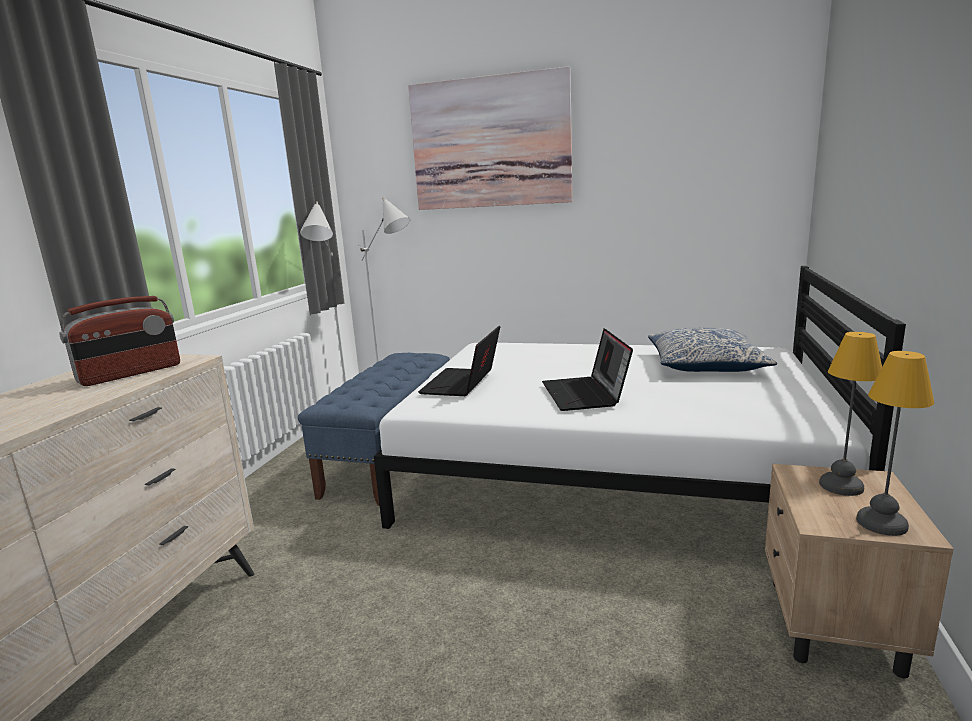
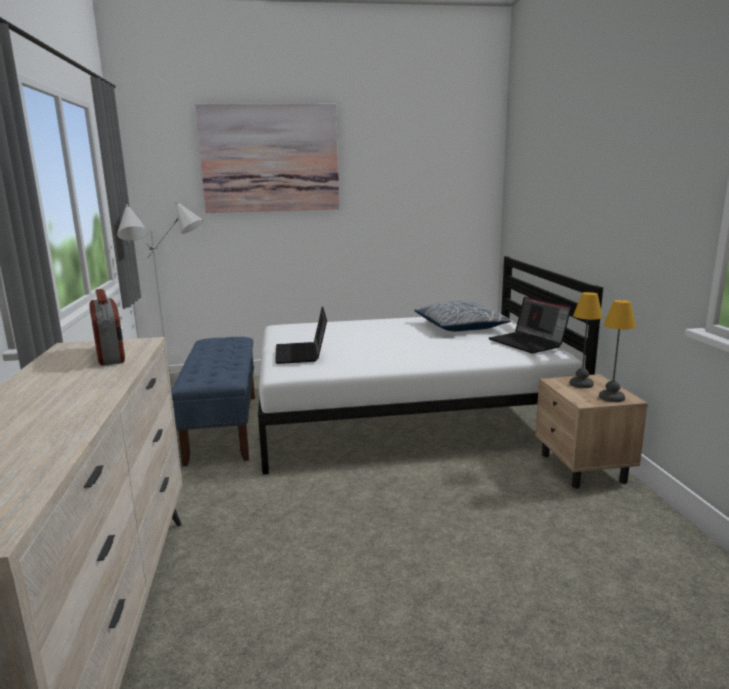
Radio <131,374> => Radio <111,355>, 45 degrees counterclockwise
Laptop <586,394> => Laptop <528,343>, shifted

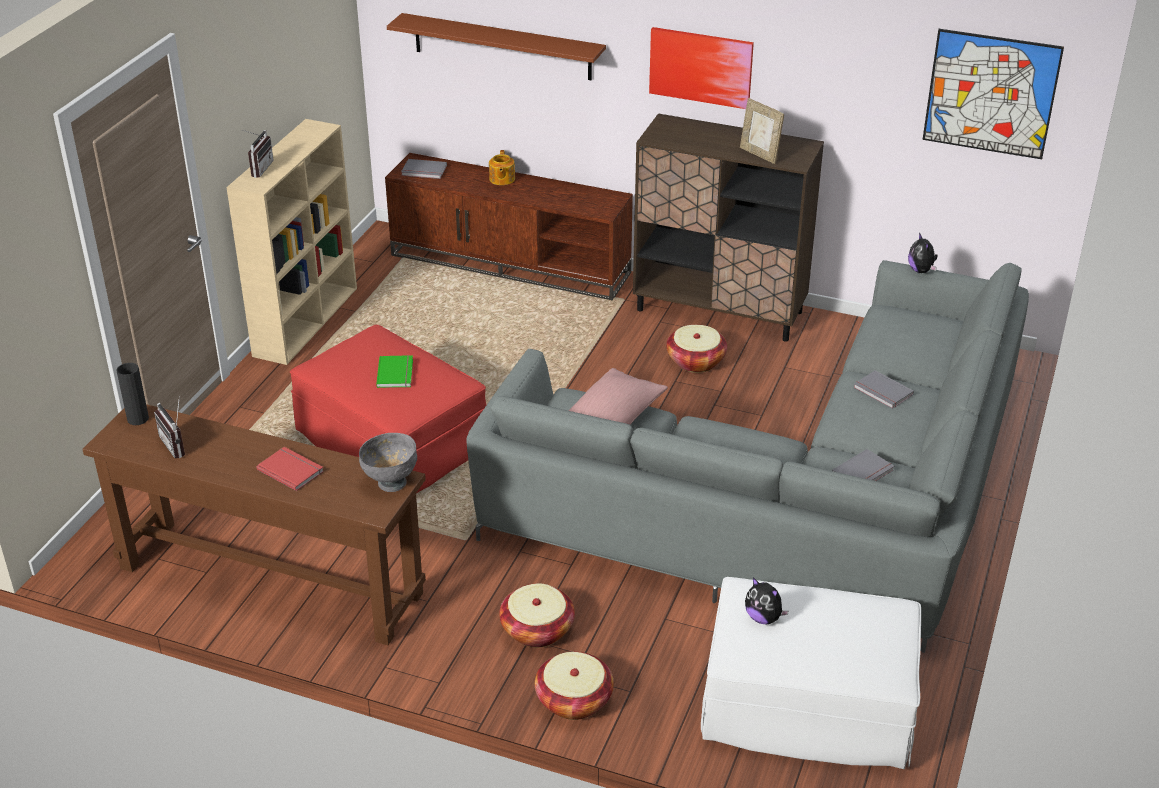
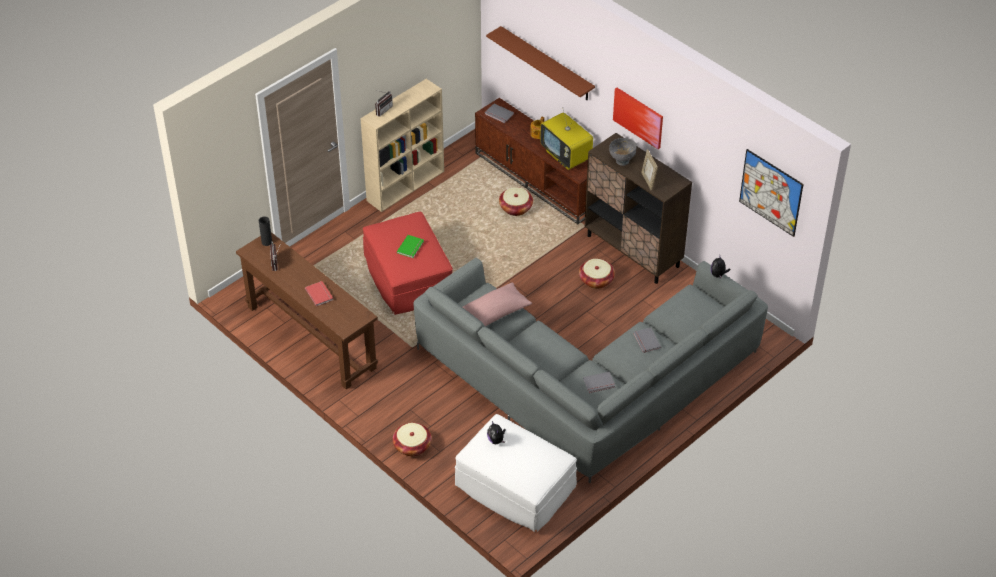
Schüssel/grau <391,483> => Schüssel/grau <622,161>, shifted
Korb <537,630> => Korb <515,208>, shifted
nothing => Fernseher <566,156>

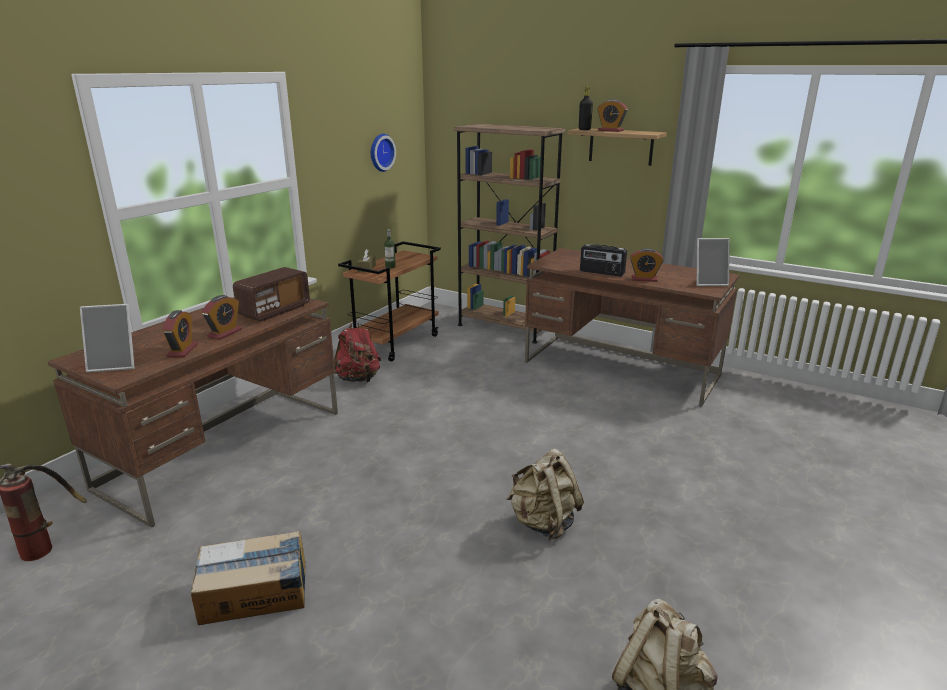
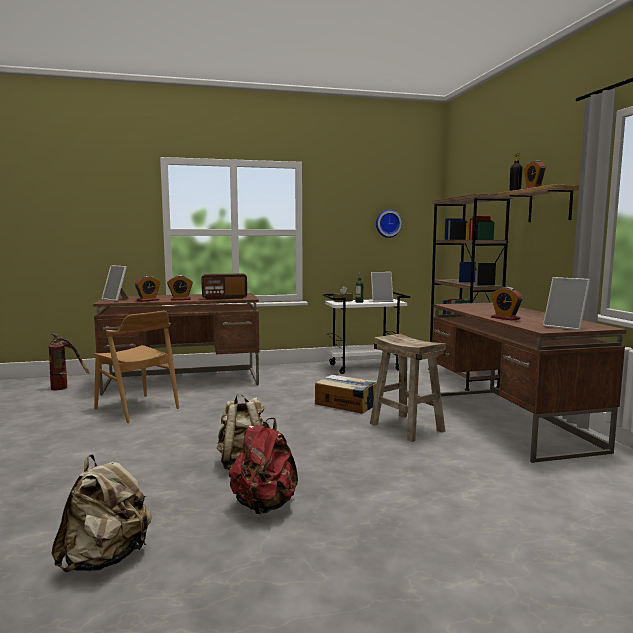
Karton <255,592> => Karton <347,404>, shifted
Rucksack/rot <358,379> => Rucksack/rot <264,505>, shifted
Rollwagen/braun <396,342> => Rollwagen/weiß <365,367>
Radio <601,273> => nothing
nothing => Stuhl/braun <137,408>
nothing => Hocker/beige <406,427>
nothing => Bilderrahmen <381,301>

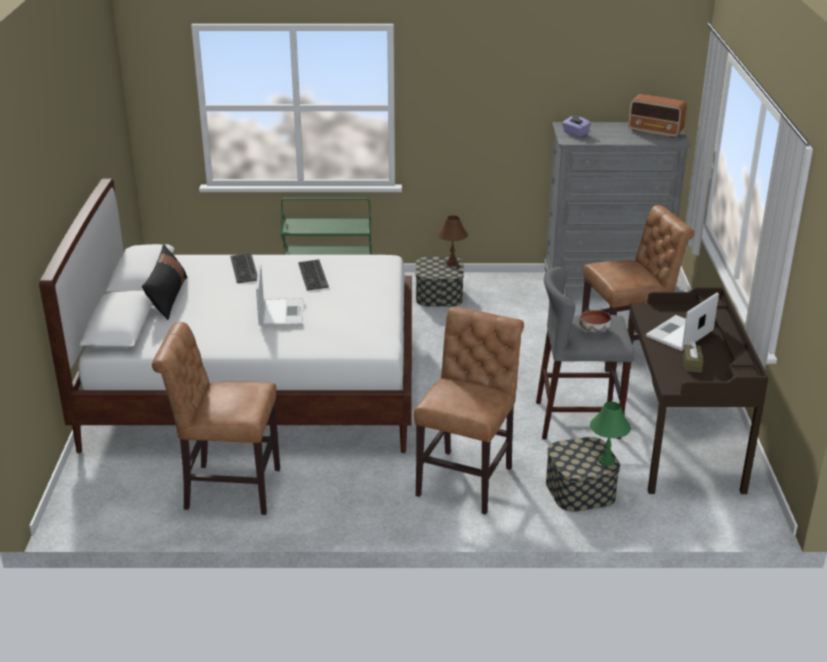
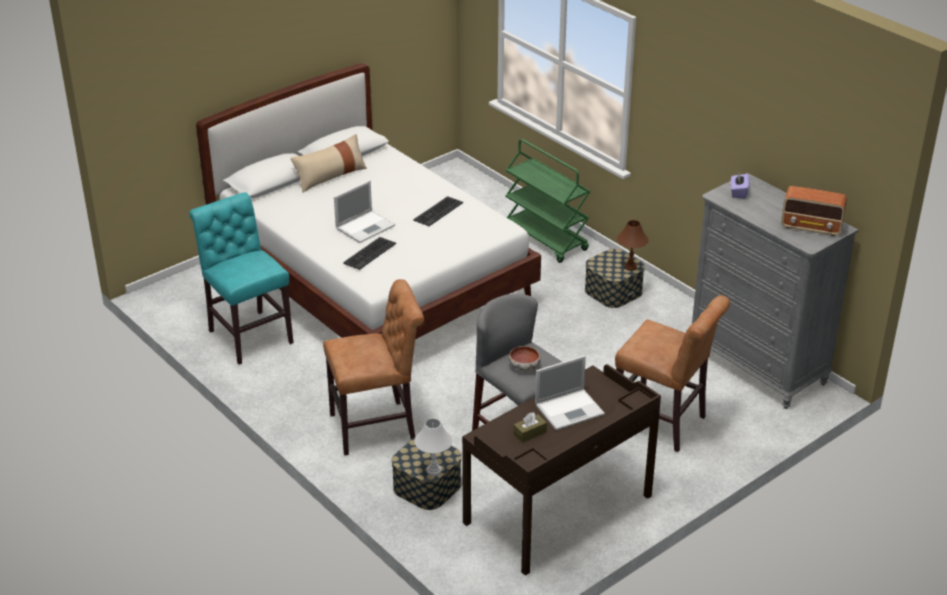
Kissen/schwarz <167,297> => Kissen/beige <330,177>
Stuhl/braun <227,489> => Stuhl/türkis <248,335>
Tastatur <243,268> => Tastatur <369,253>, shifted
Tischlampe/grün <606,461> => Tischlampe/weiß <433,471>
Radio <656,131> => Radio <811,227>, 60 degrees counterclockwise
Laptop <679,334> => Laptop <570,409>, 150 degrees clockwise

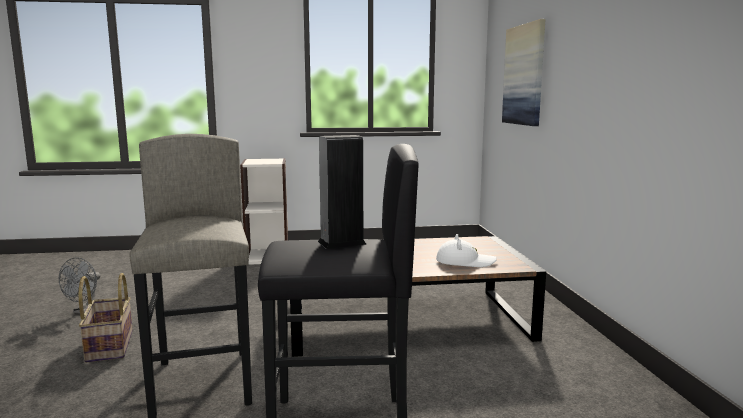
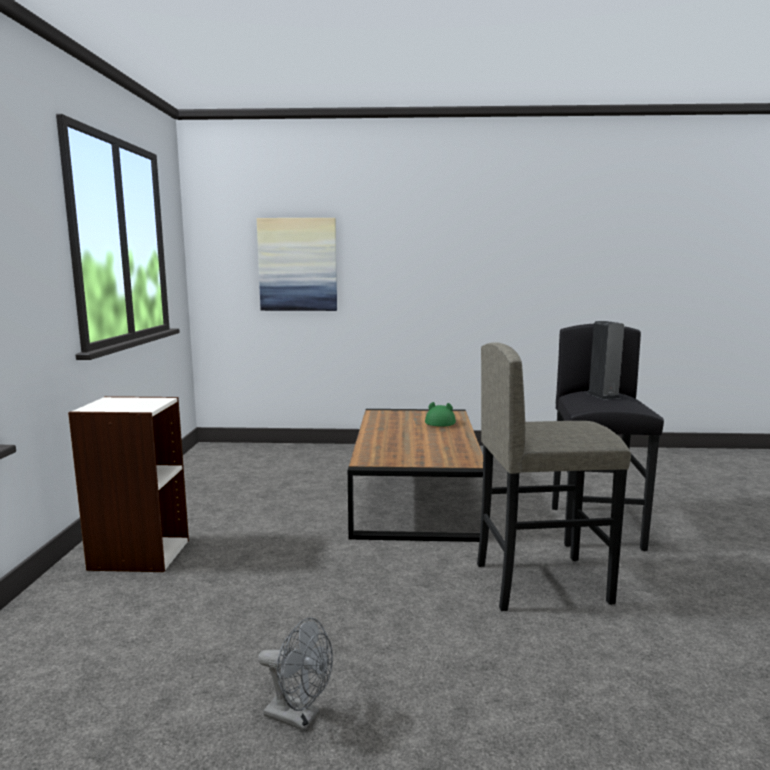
Korb <108,346> => nothing
Hut/weiß <465,262> => Hut/grün <440,422>

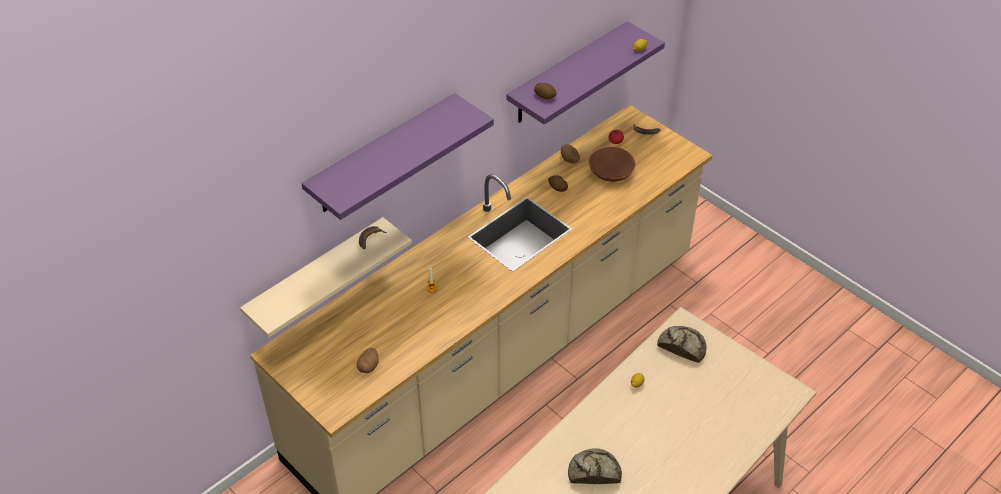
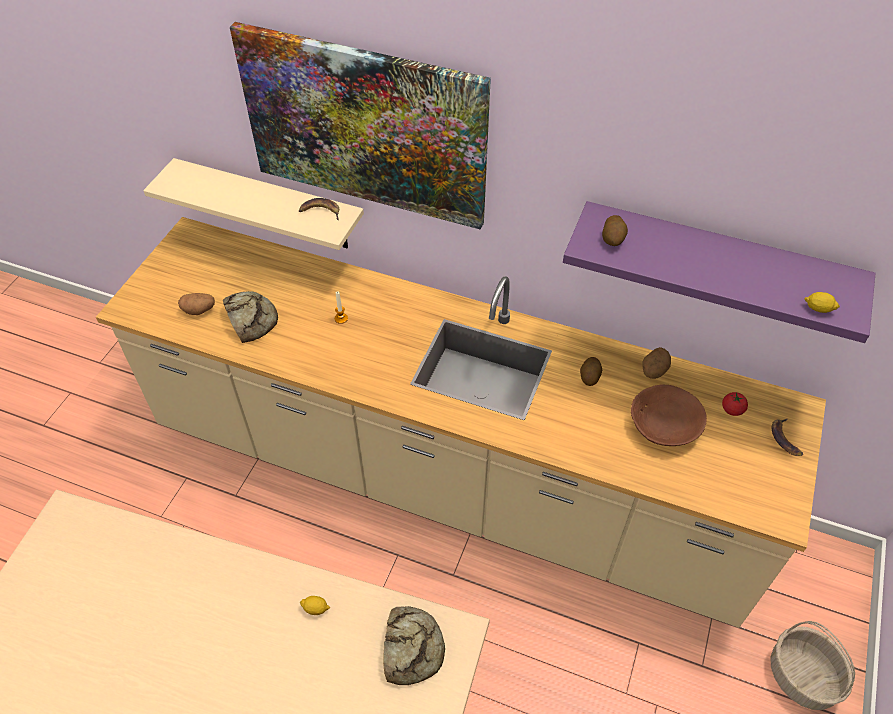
Wandregal/lila <383,155> => Bild <365,127>
Brot <593,471> => Brot <250,319>, shifted
nothing => Korb <802,677>

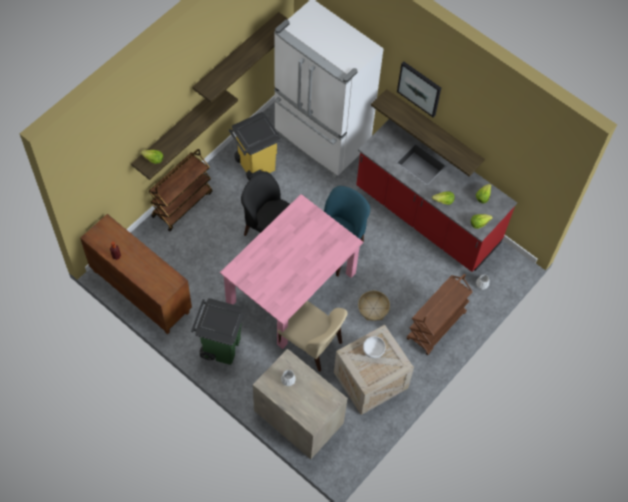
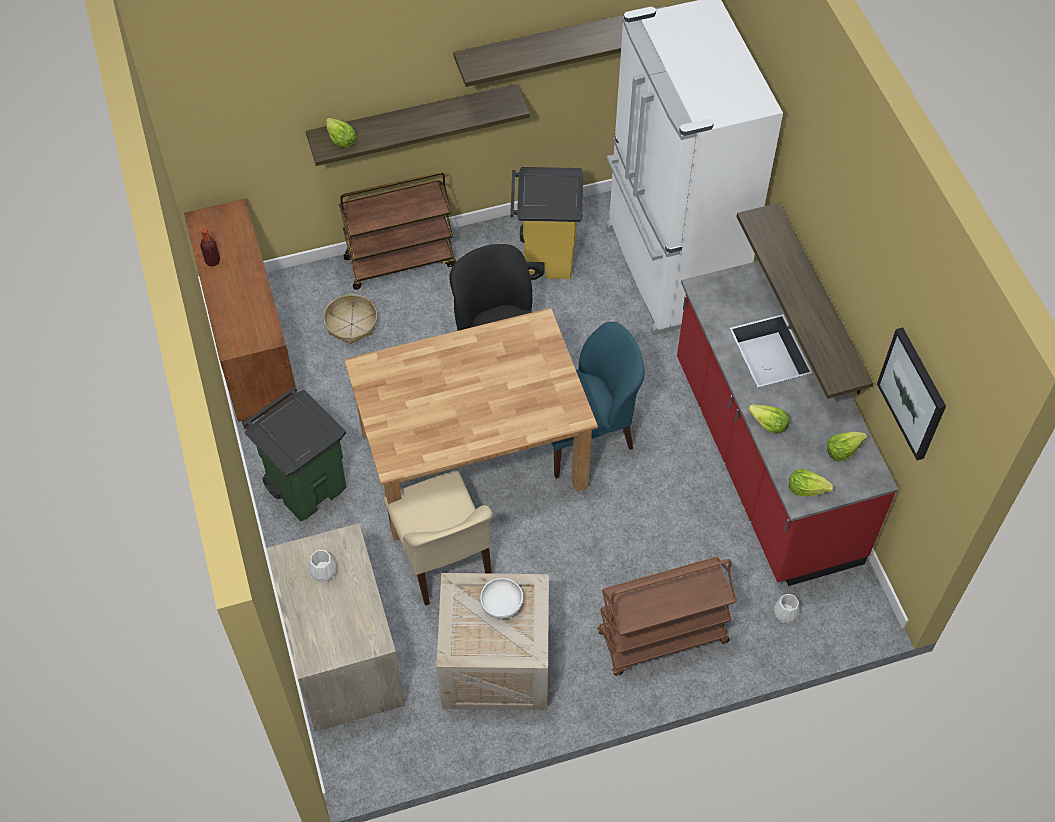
Esstisch/rosa <291,288> => Esstisch/braun <472,459>
Korb <373,308> => Korb <351,324>, shifted
Bild <419,88> => Bild <913,393>, shifted

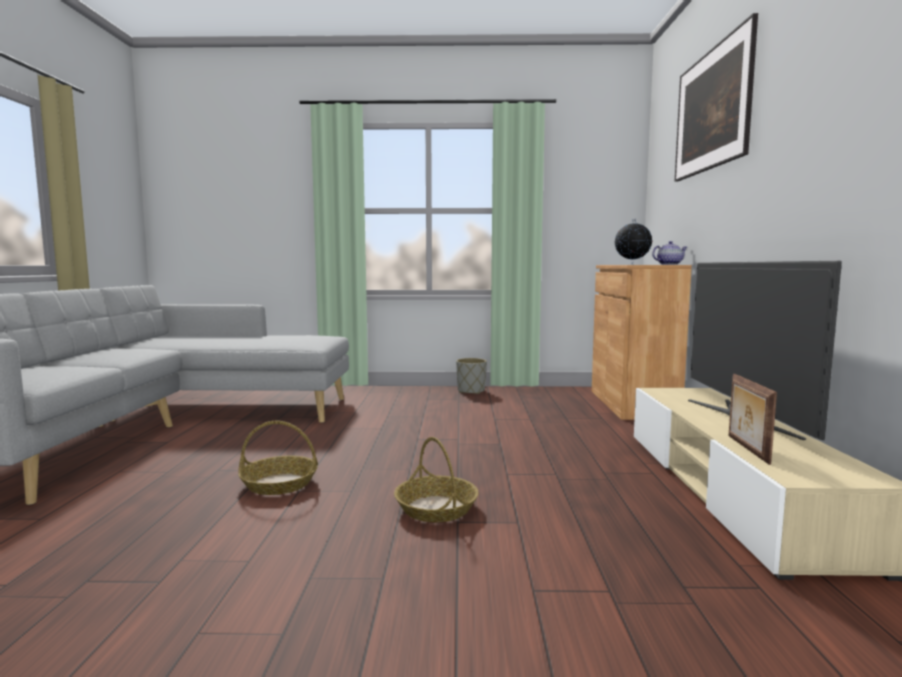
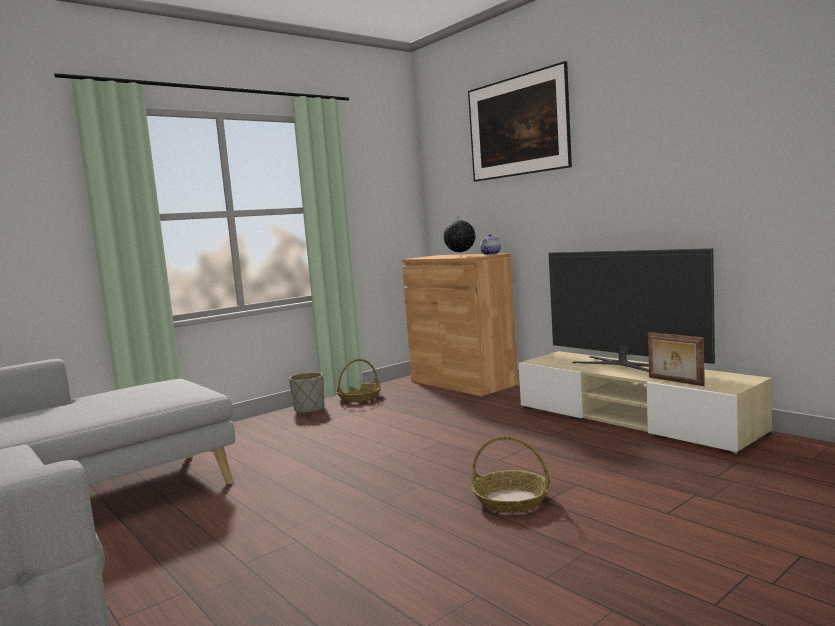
Korb <280,483> => Korb <359,397>, shifted

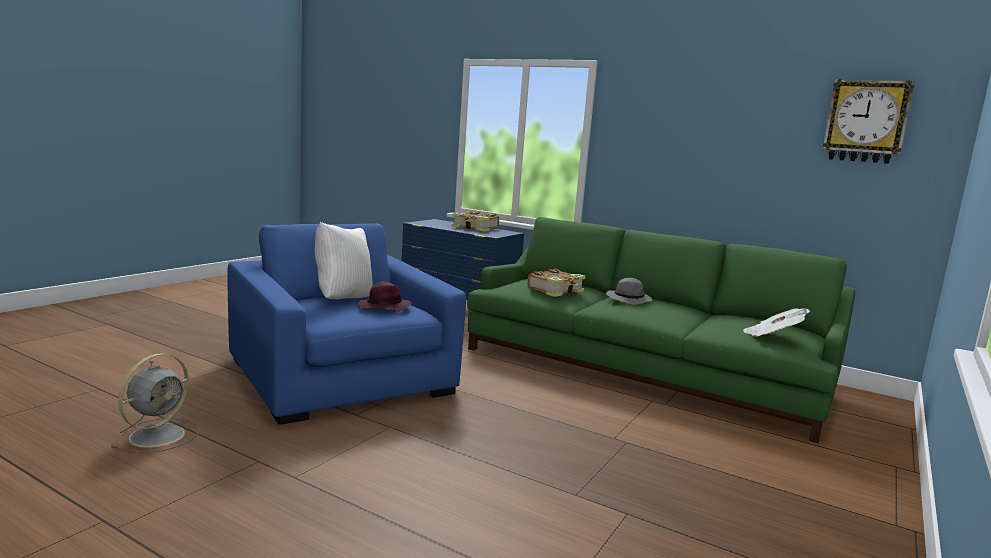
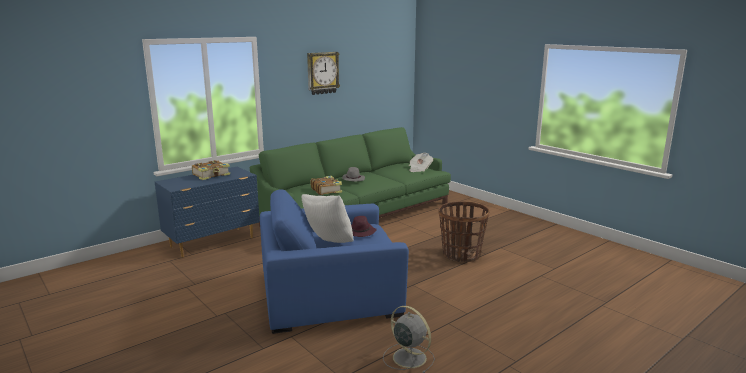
Wanduhr <866,121> => Wanduhr <322,73>, shifted
nothing => Korb <461,255>

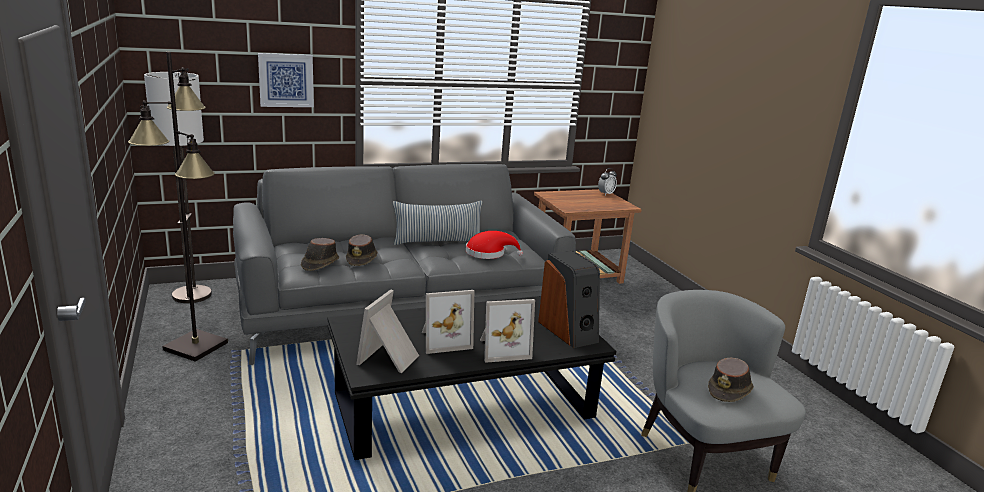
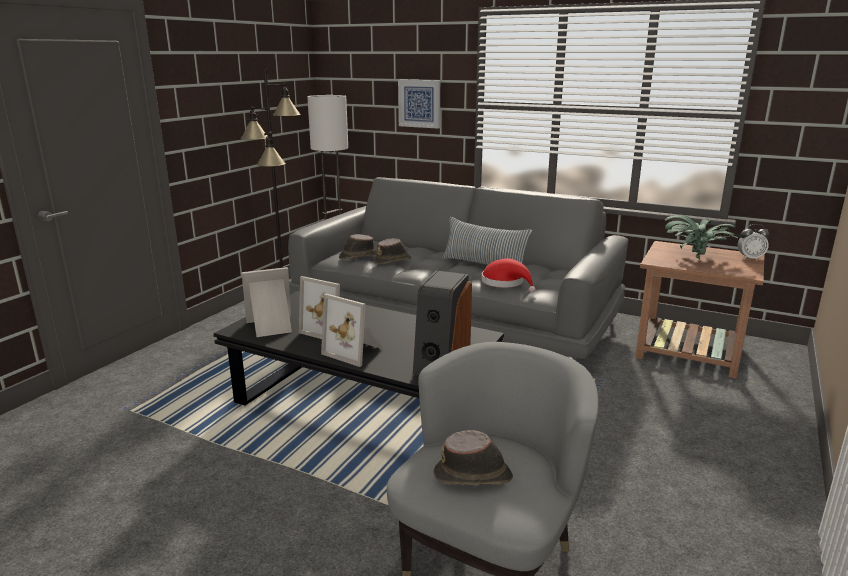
nothing => Topfpflanze <696,258>

